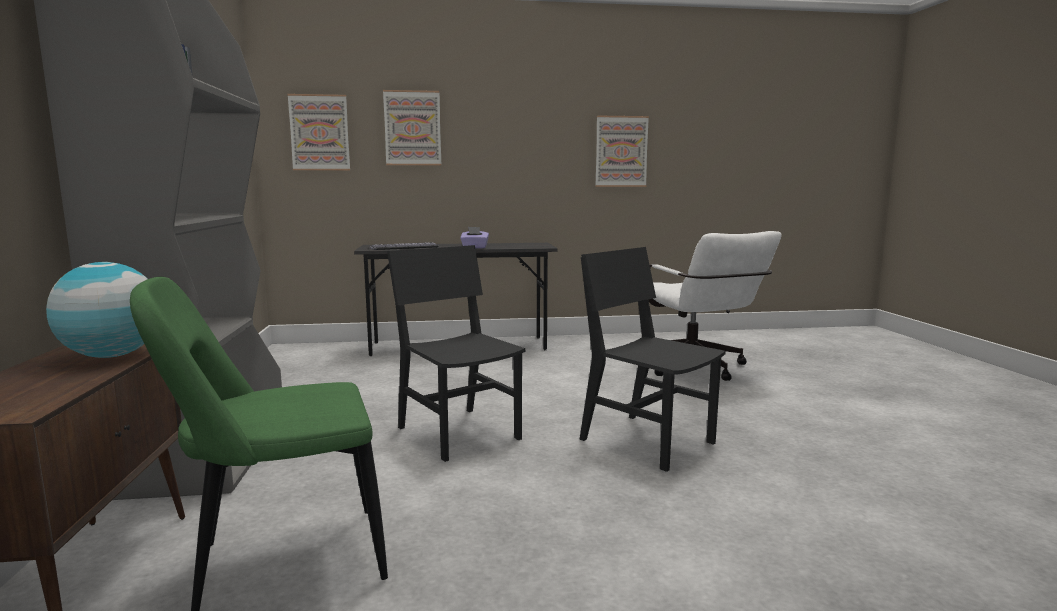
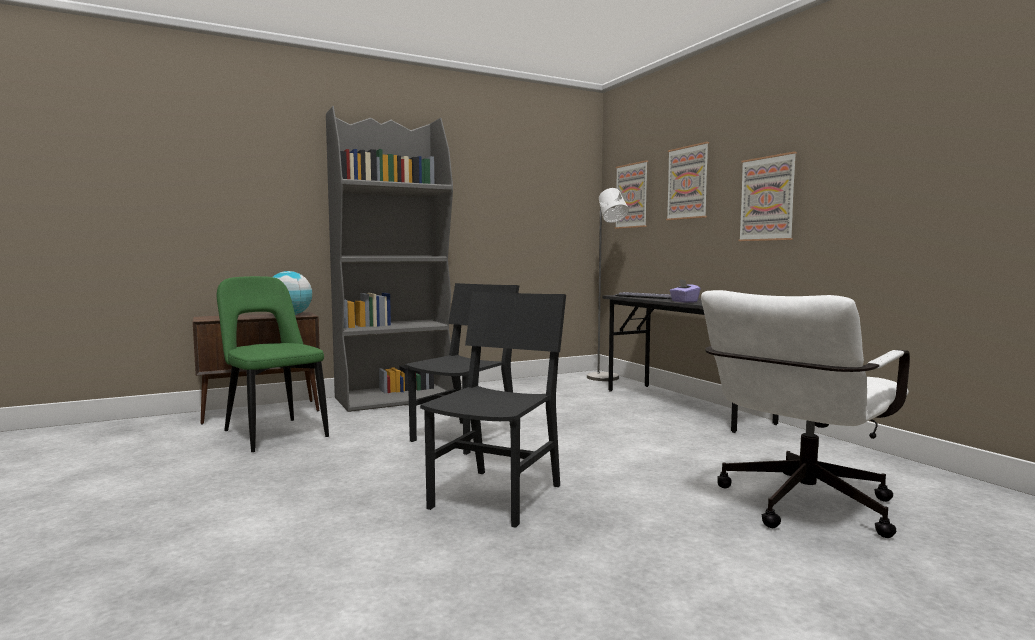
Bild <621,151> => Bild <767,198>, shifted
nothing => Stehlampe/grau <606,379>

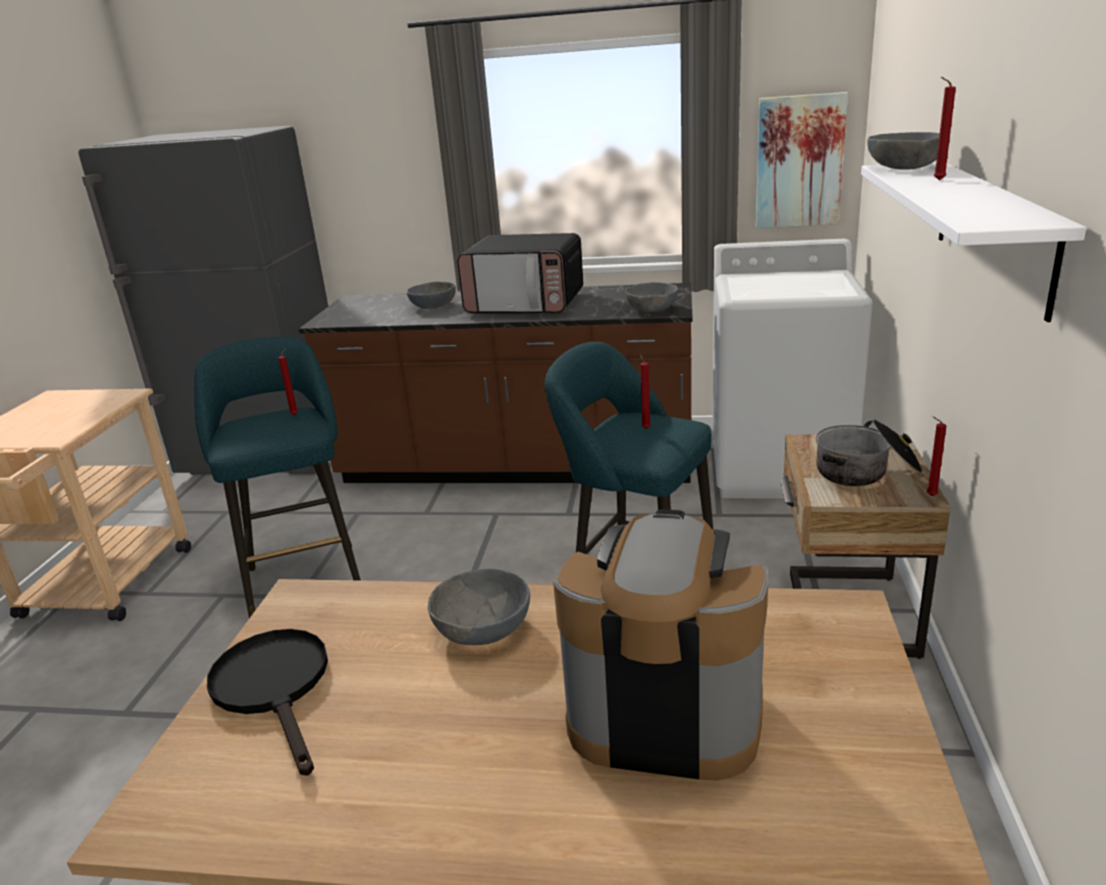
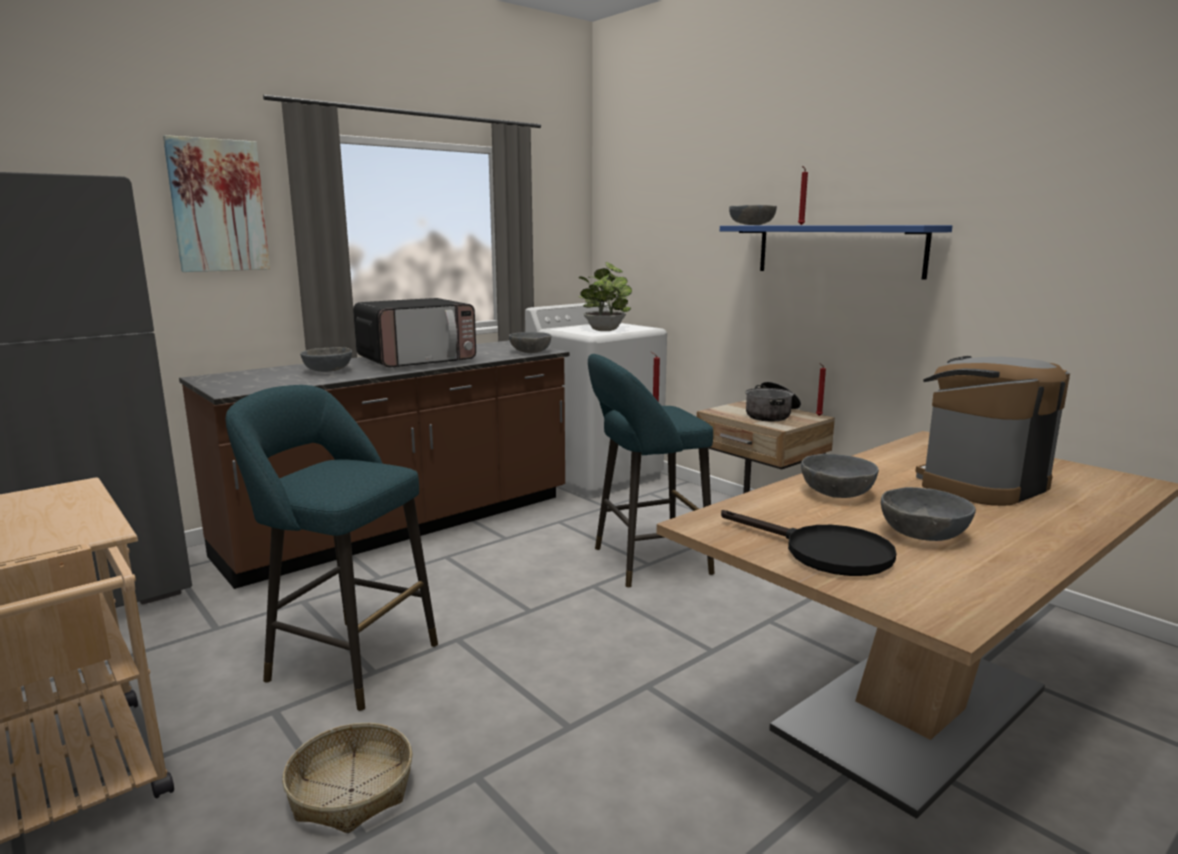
Pfanne/schwarz <275,688> => Pfanne/schwarz <823,552>, 150 degrees counterclockwise
Kerze/rot <295,414> => nothing
Bild <799,162> => Bild <218,206>, shifted
Wandregal/weiß <992,231> => Wandregal/blau <838,250>
nothing => Korb <350,791>
nothing => Topfpflanze <605,329>
nothing => Schüssel/grau <924,534>

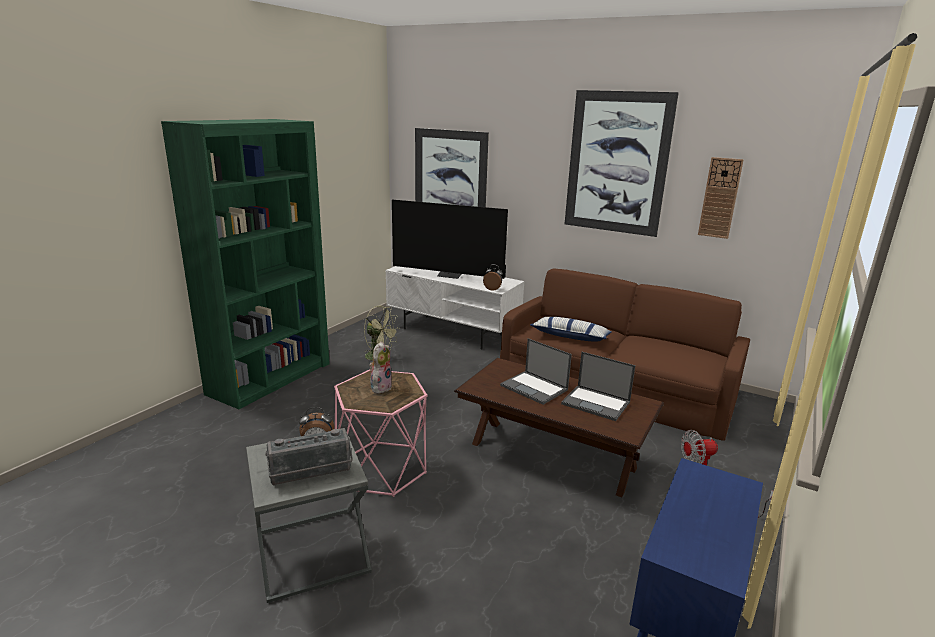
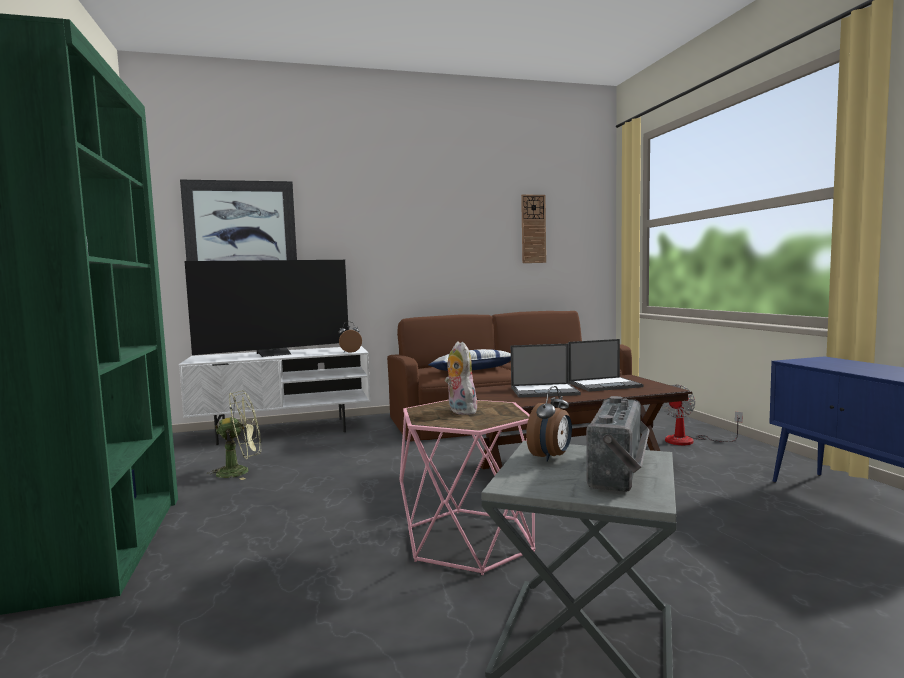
Bild <617,163> => nothing

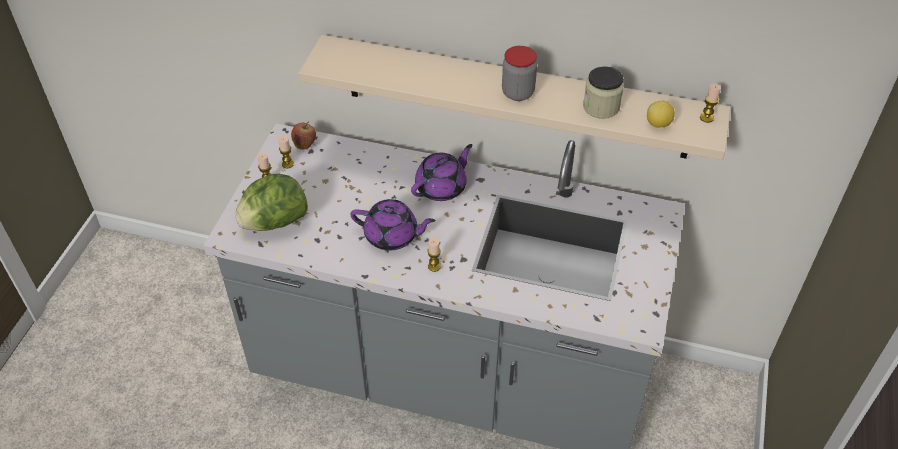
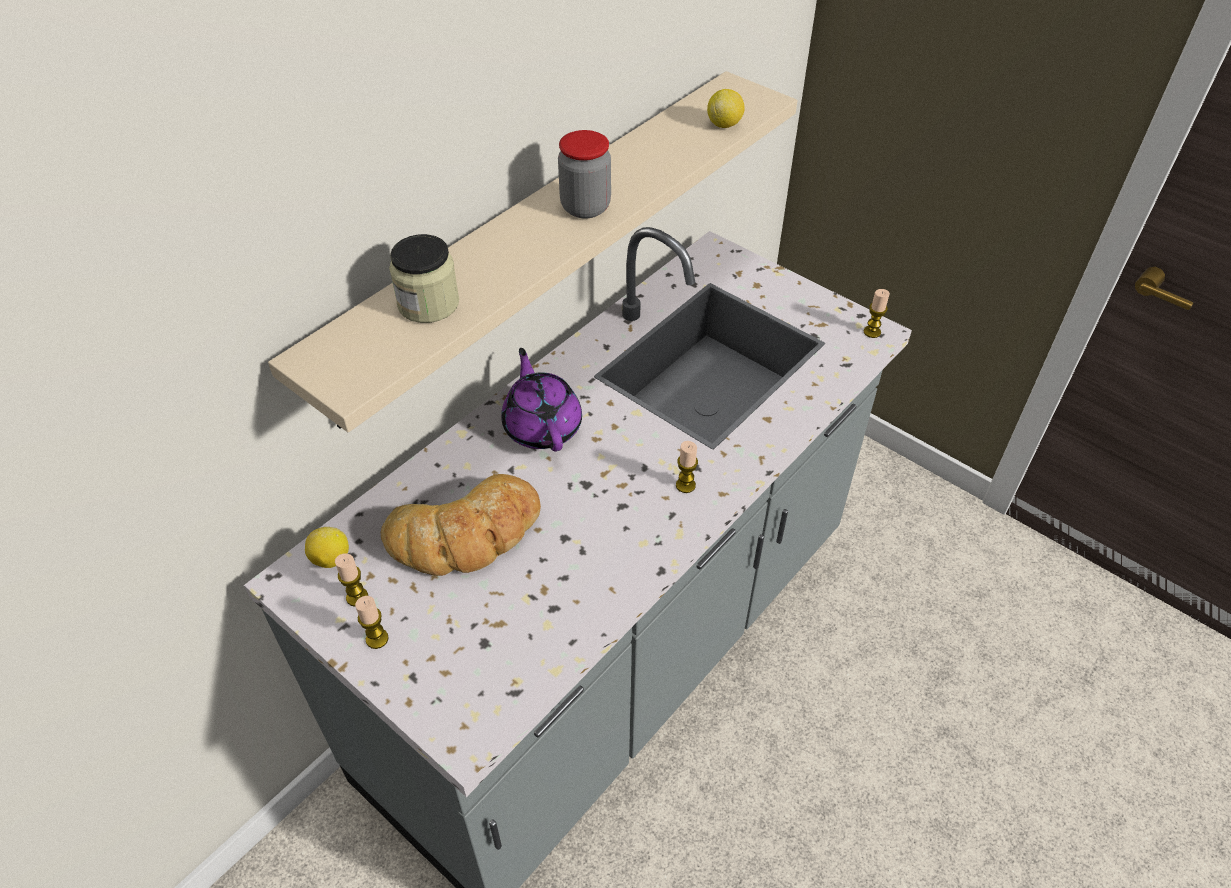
Salatkopf <275,222> => nothing
Apfel <305,145> => Zitrone <330,559>
Teekanne/lila <392,236> => nothing
Vorratsglas <601,107> => Vorratsglas <428,304>, shifted
Kerze <706,118> => Kerze <872,332>, shifted
nothing => Brot <466,534>

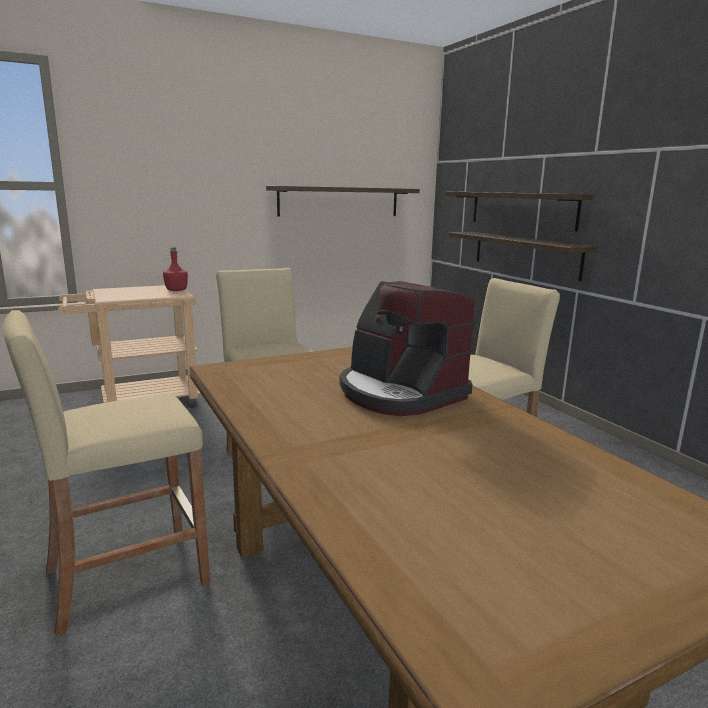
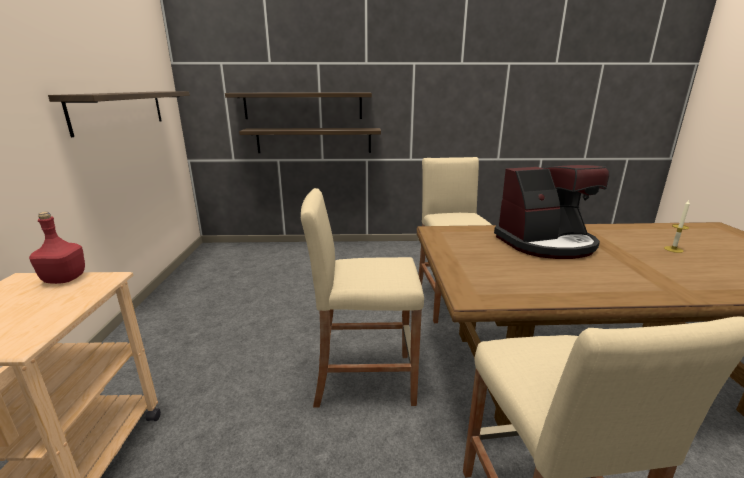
nothing => Kerze <673,249>

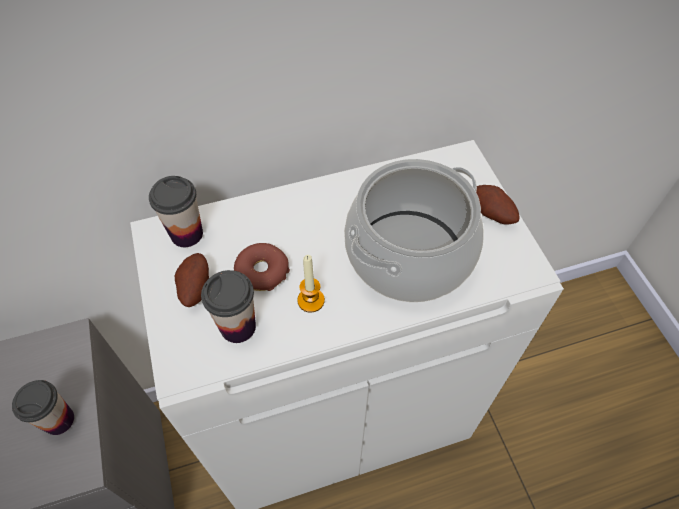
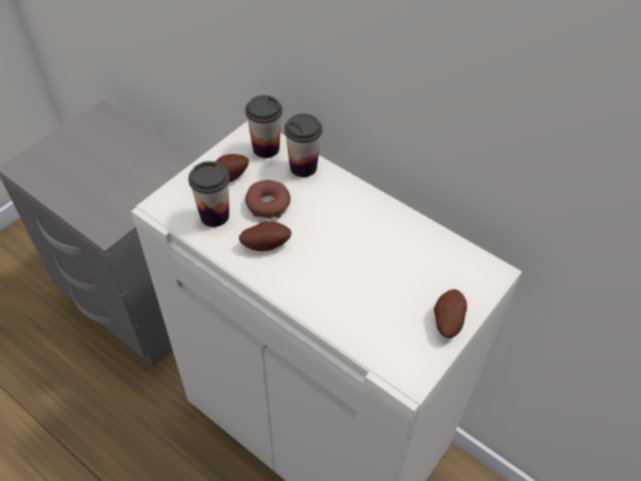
Tasse <59,420> => Tasse <303,167>, shifted
Kerze <311,300> => Kartoffel <266,244>
Kochtopf <408,254> => nothing

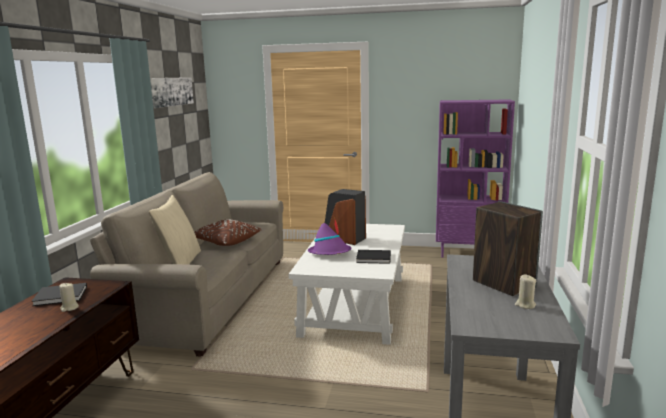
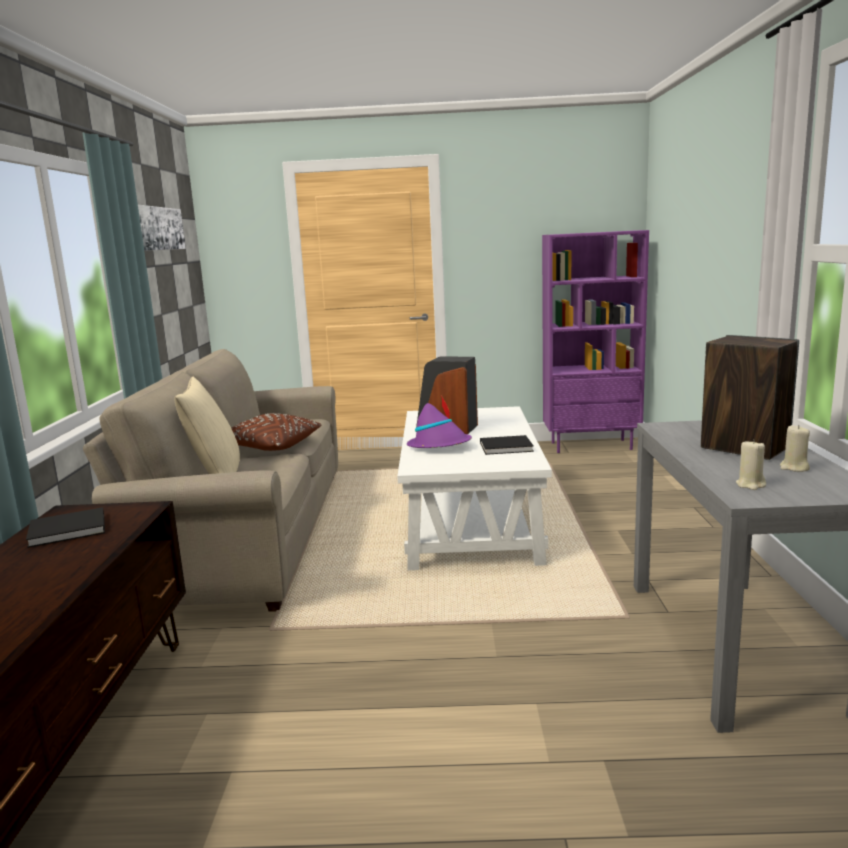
Kerze/beige <69,308> => Kerze/beige <750,485>, shifted

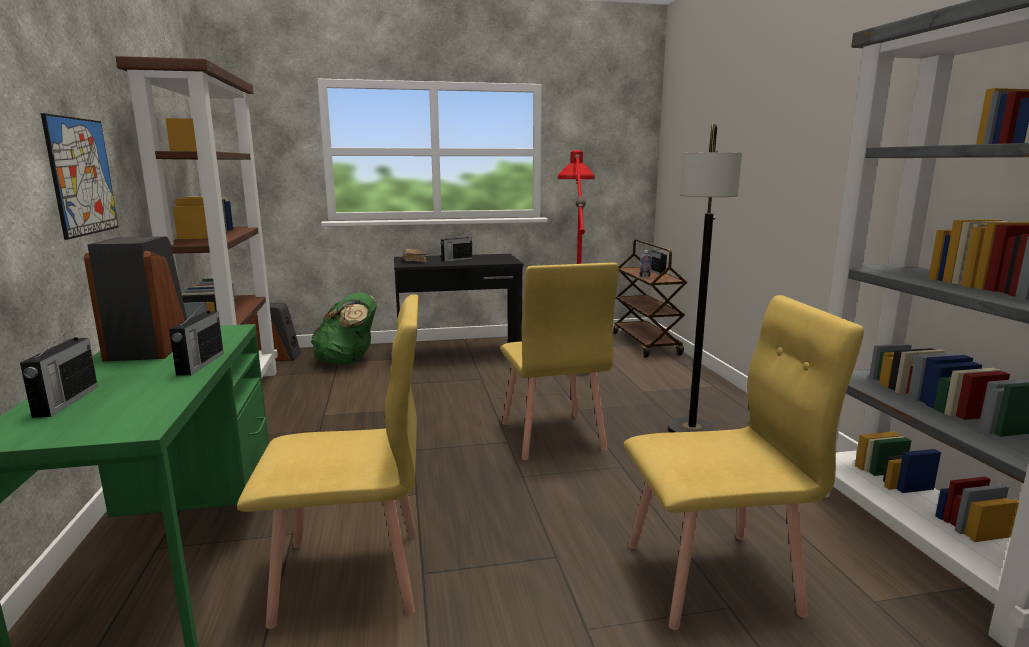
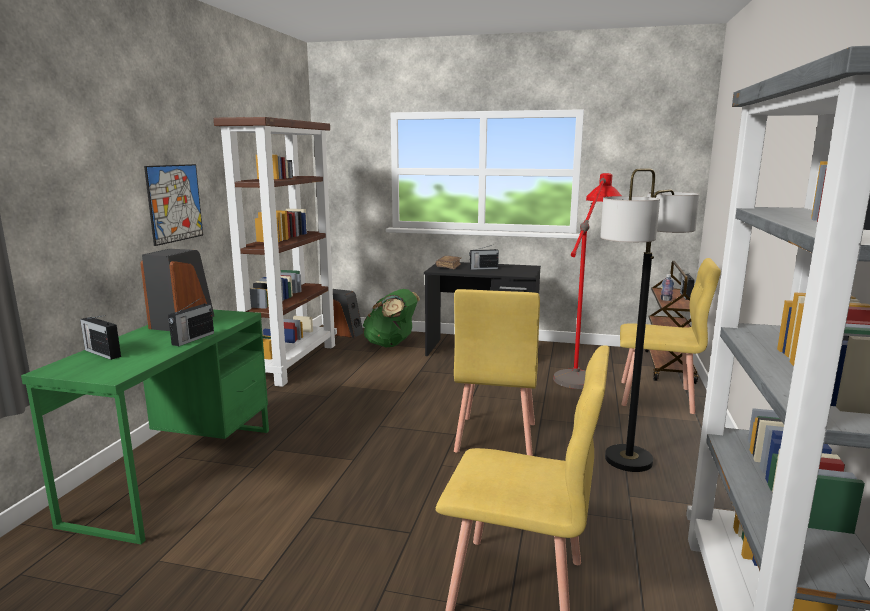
Radio <65,402> => Radio <102,353>, 105 degrees clockwise
Stuhl/gelb <351,576> => Stuhl/gelb <657,397>, shifted

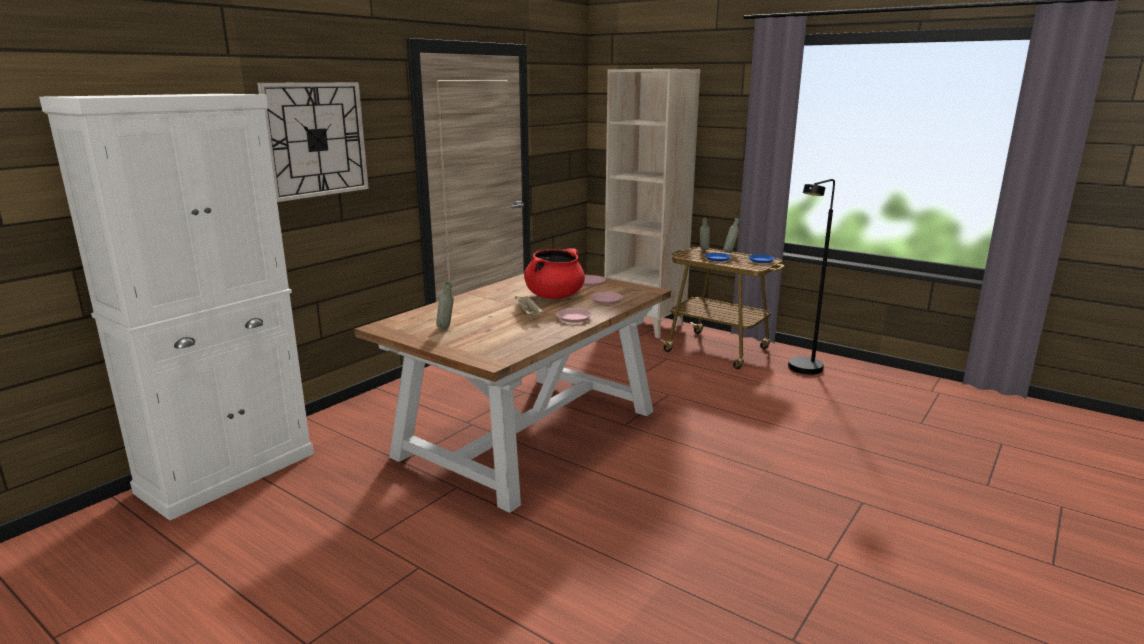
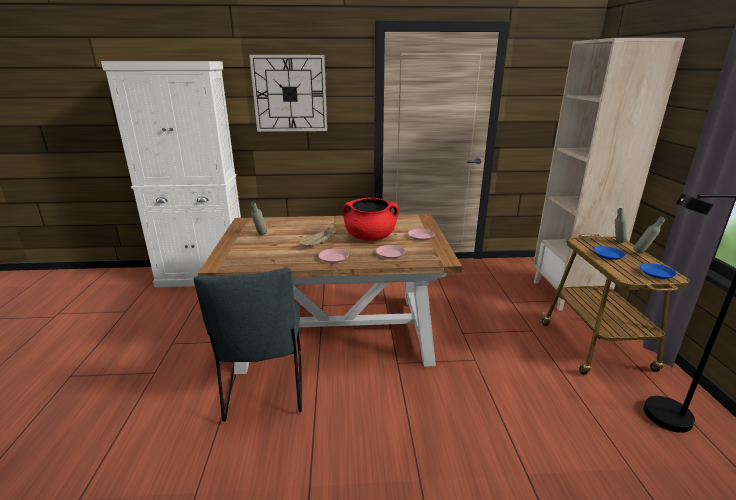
nothing => Stuhl/grau <265,390>

